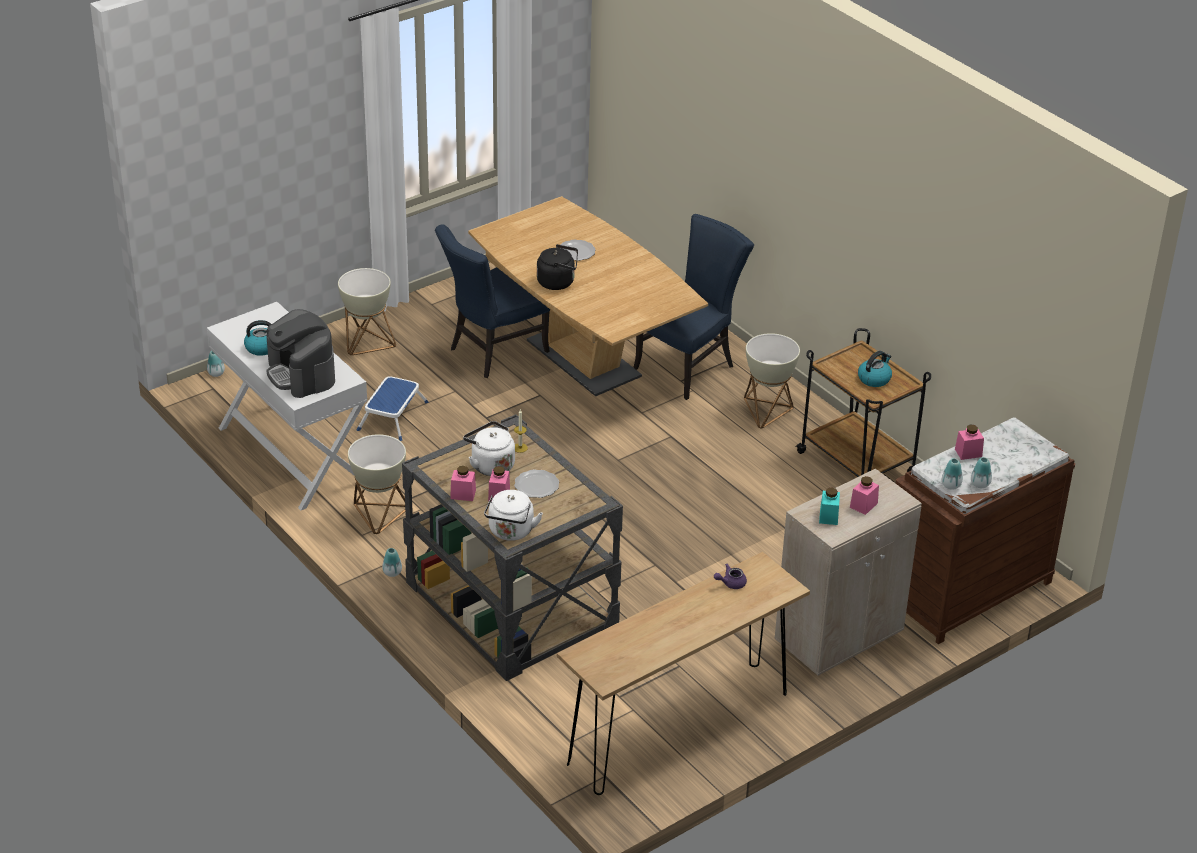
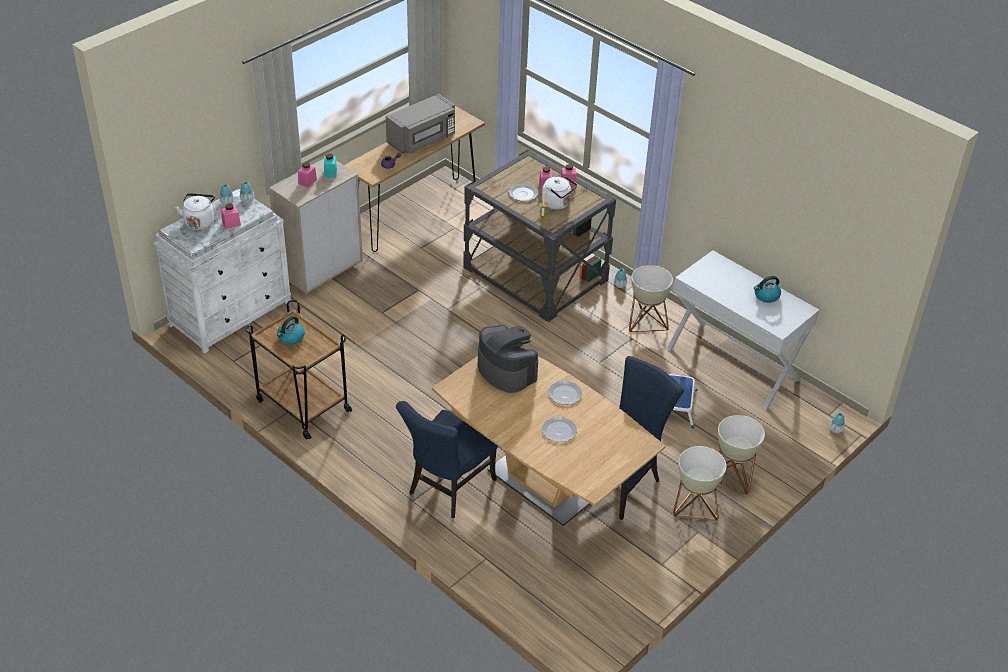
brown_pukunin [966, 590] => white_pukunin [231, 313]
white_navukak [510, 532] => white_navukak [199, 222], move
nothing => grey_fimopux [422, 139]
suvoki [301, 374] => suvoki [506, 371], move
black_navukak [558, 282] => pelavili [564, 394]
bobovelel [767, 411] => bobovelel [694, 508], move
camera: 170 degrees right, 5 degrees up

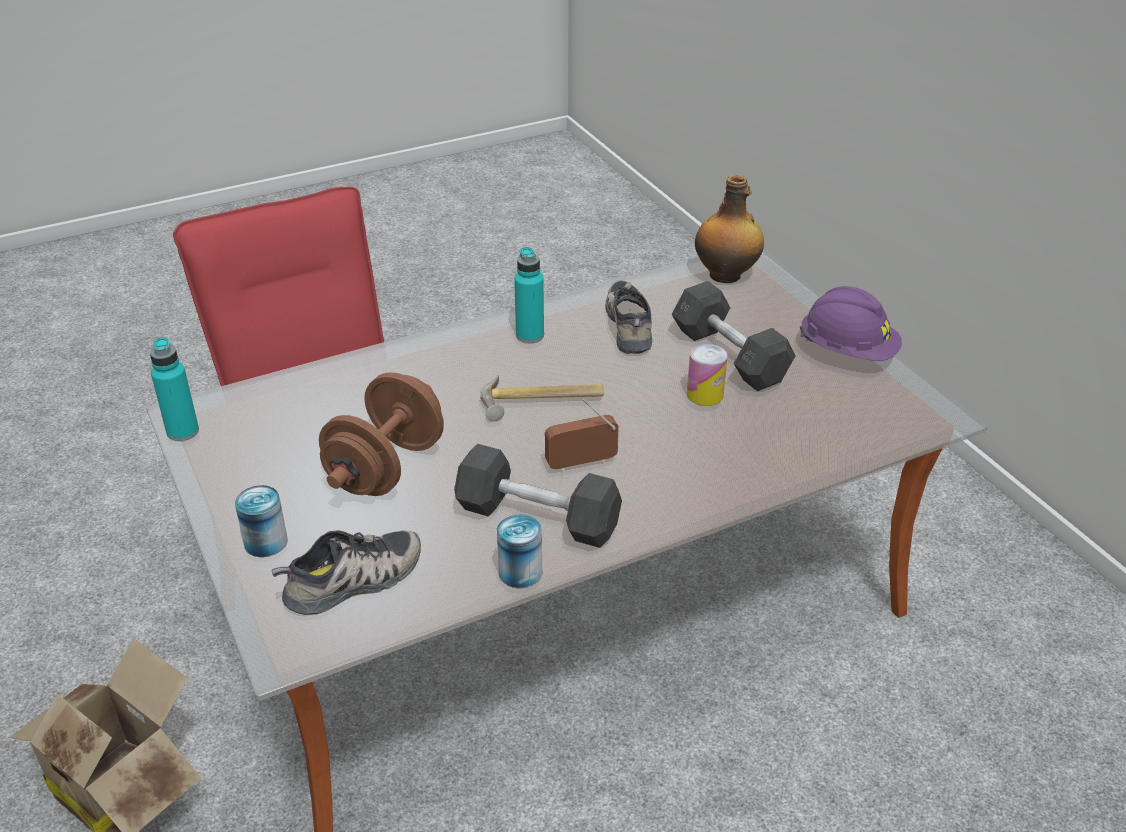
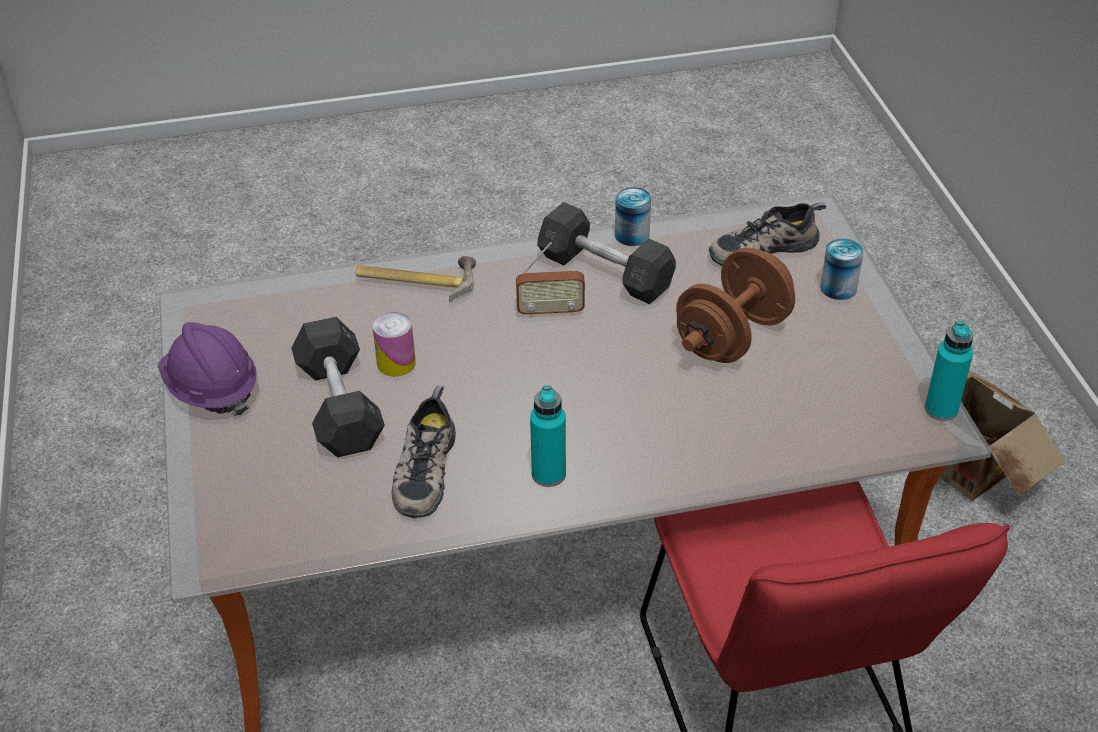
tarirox [542, 402] => tarirox [417, 280], move
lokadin [726, 275] => nothing
camera: 165 degrees left, 5 degrees up

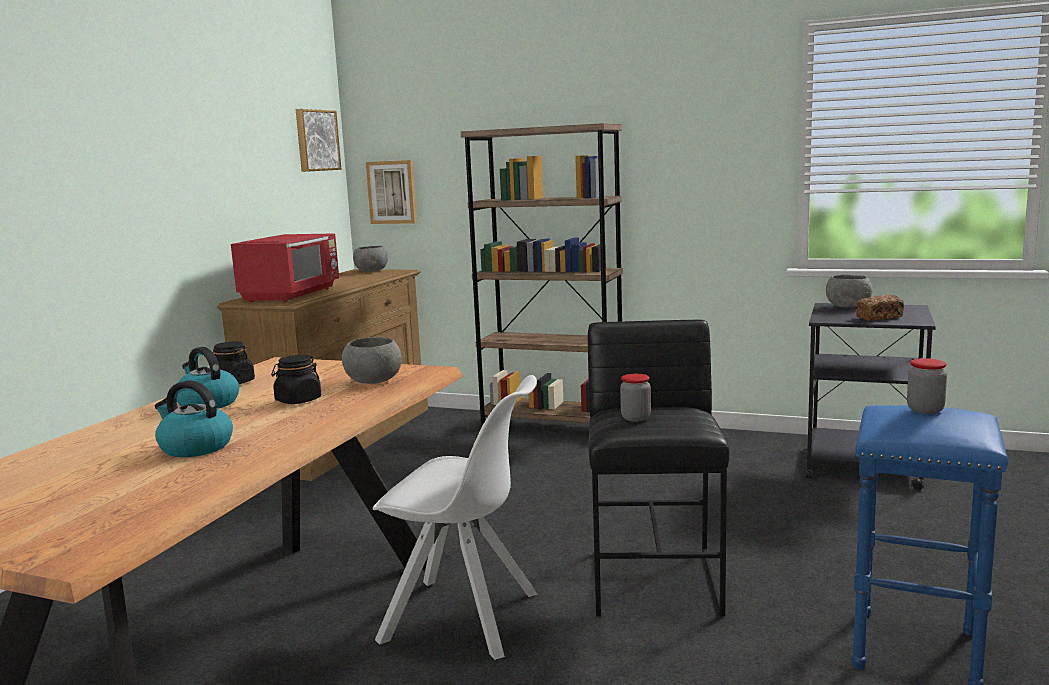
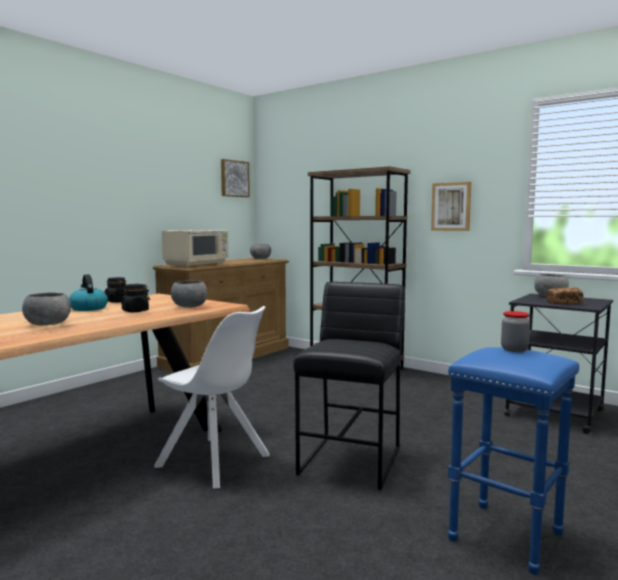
navukak [195, 447] => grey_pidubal [48, 324]
red_fimopux [292, 294] => beige_fimopux [197, 264]
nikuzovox [392, 192] => nikuzovox [451, 206], move
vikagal [635, 418] => nothing
camera: 15 degrees right, 5 degrees down

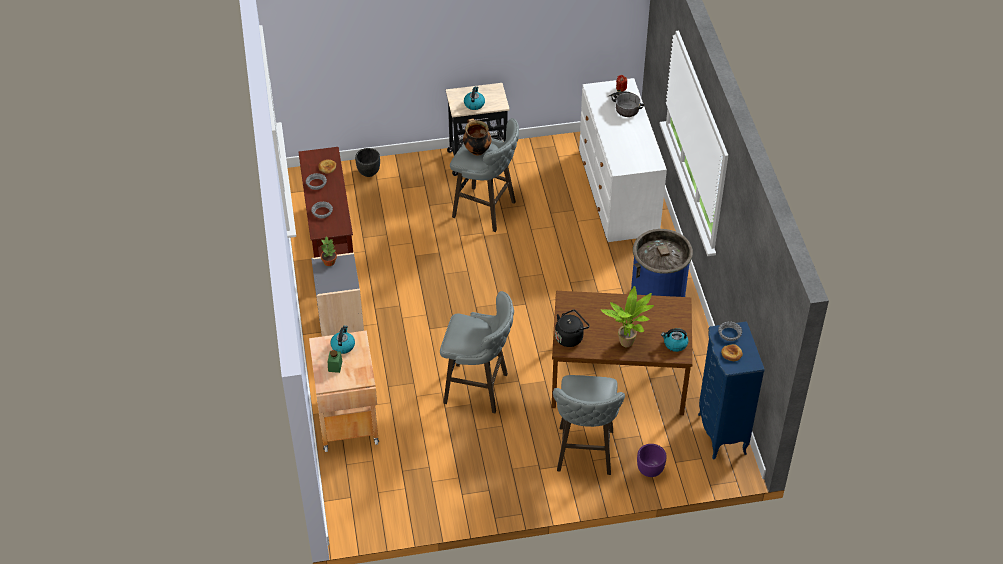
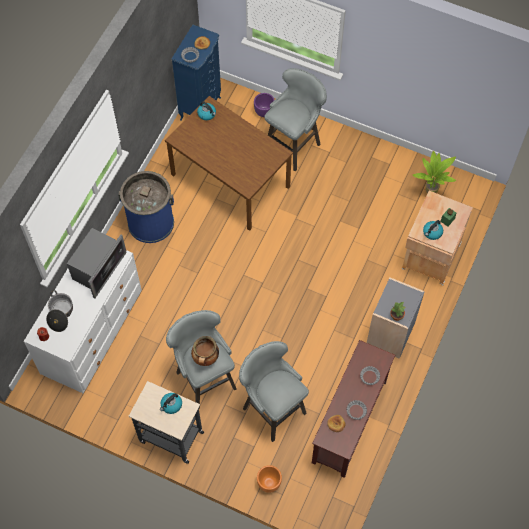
nothing => fimopux [98, 268]
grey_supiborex [479, 389] => grey_supiborex [272, 409], move
black_bobovelel [368, 172] => orange_bobovelel [269, 483]
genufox [628, 344] => genufox [430, 190], move
black_navukak [570, 337] => nothing
camera: 145 degrees left, 15 degrees up

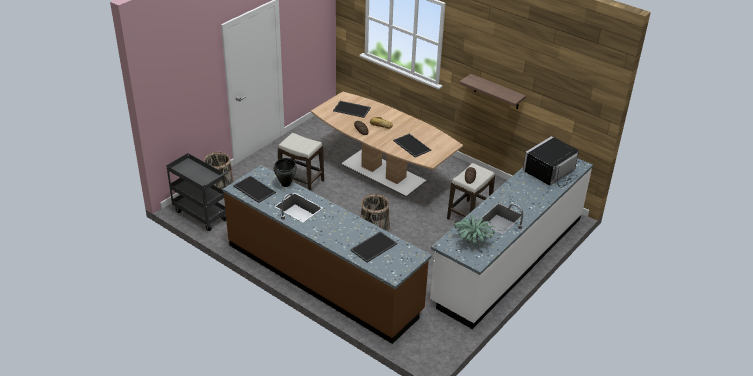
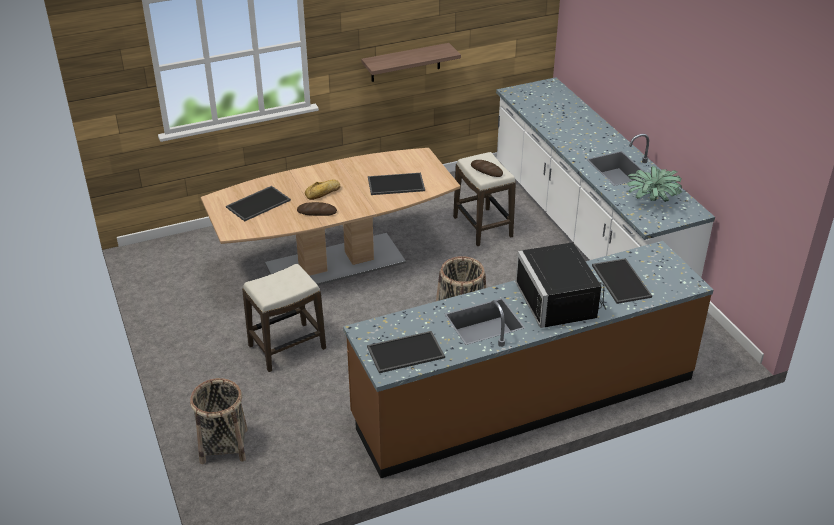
black_fimopux [551, 173] => black_fimopux [561, 301], move
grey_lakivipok [202, 216] => nothing
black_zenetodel [286, 184] => nothing
camera: 60 degrees left, 0 degrees up

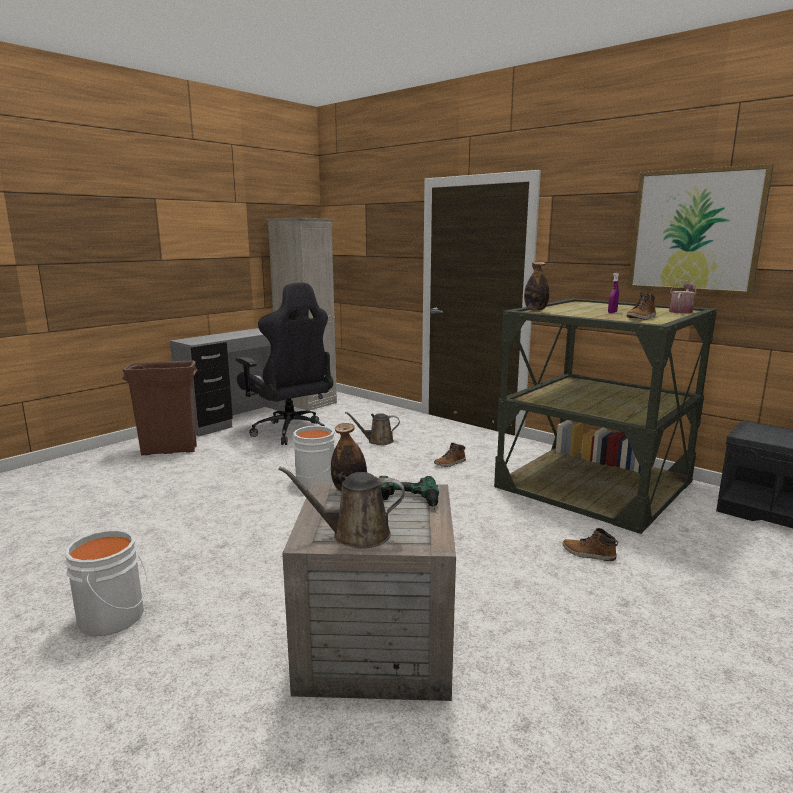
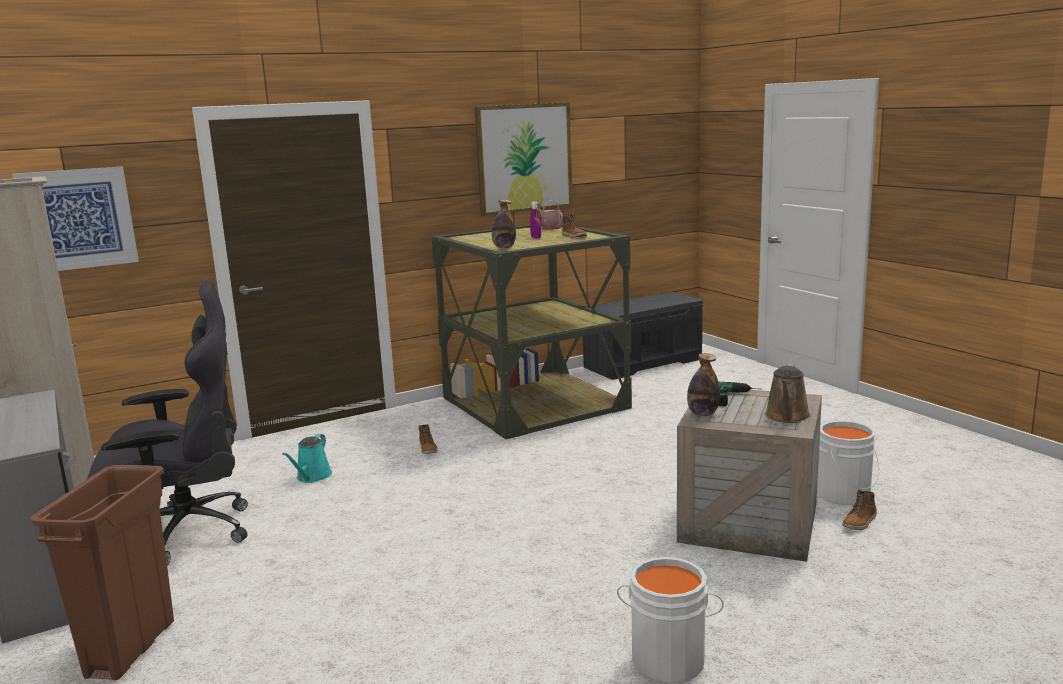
nothing => nikuzovox [77, 219]
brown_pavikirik [378, 441] => turquoise_pavikirik [312, 477]
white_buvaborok [314, 482] => white_buvaborok [845, 495], move
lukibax [588, 554] => lukibax [860, 522], move
camera: 70 degrees left, 0 degrees up

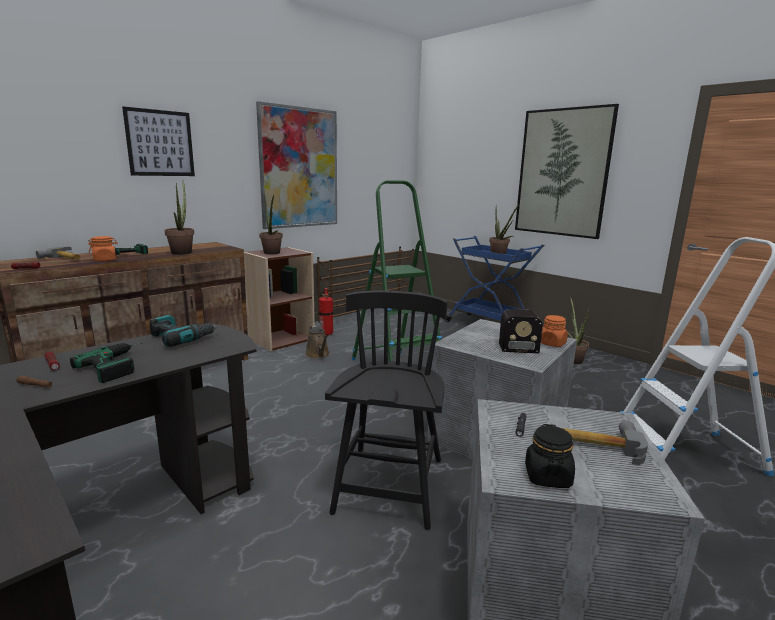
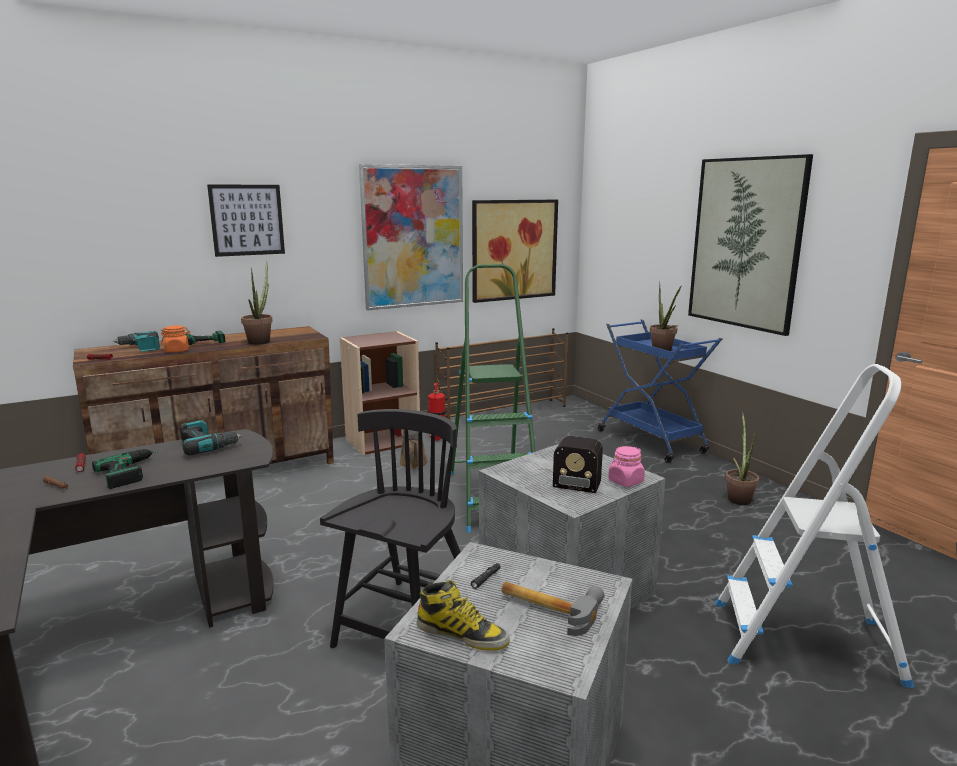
tarirox [63, 259] => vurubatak [140, 348]
black_vikagal [548, 477] => lukibax [462, 634]
nothing => nikuzovox [514, 250]
orange_vikagal [552, 343] => pink_vikagal [625, 481]
genufox [272, 253] => nothing
camera: 15 degrees right, 0 degrees up

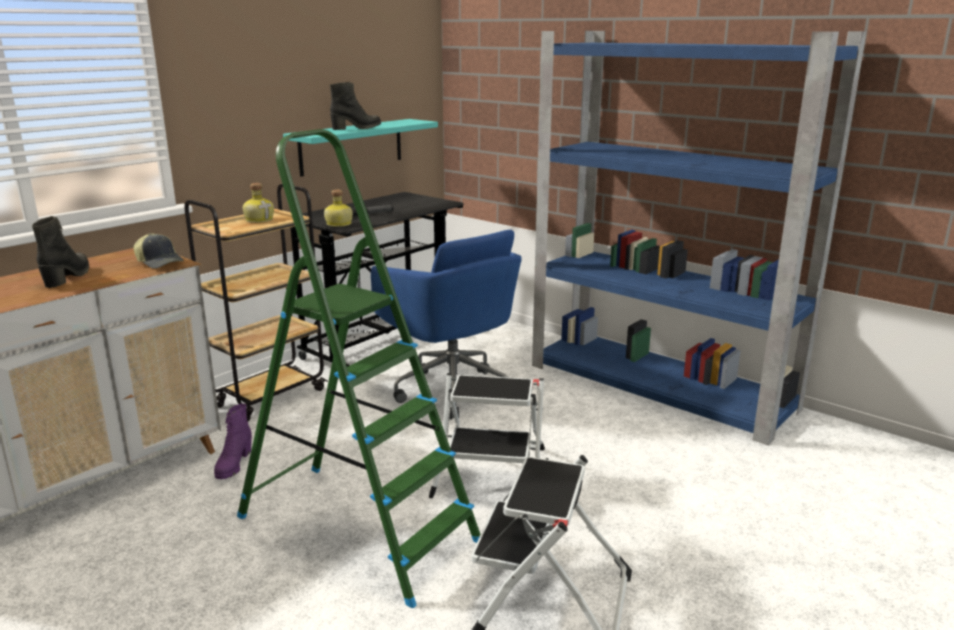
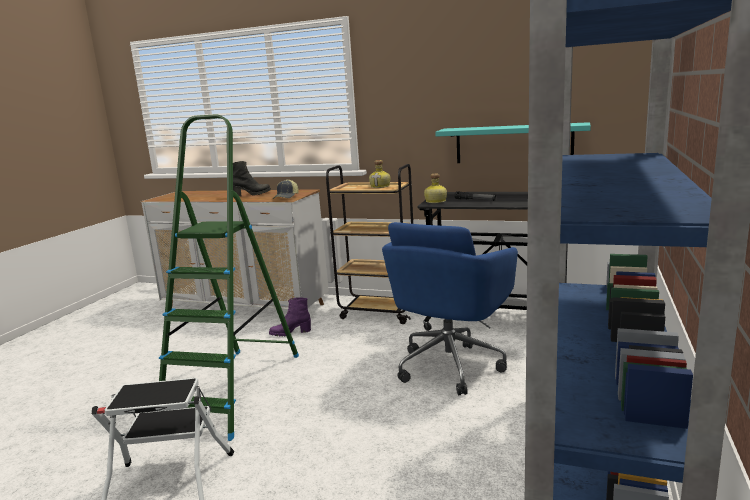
black_lukibax [357, 128] => nothing
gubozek [492, 473] => nothing
camera: 70 degrees right, 5 degrees down

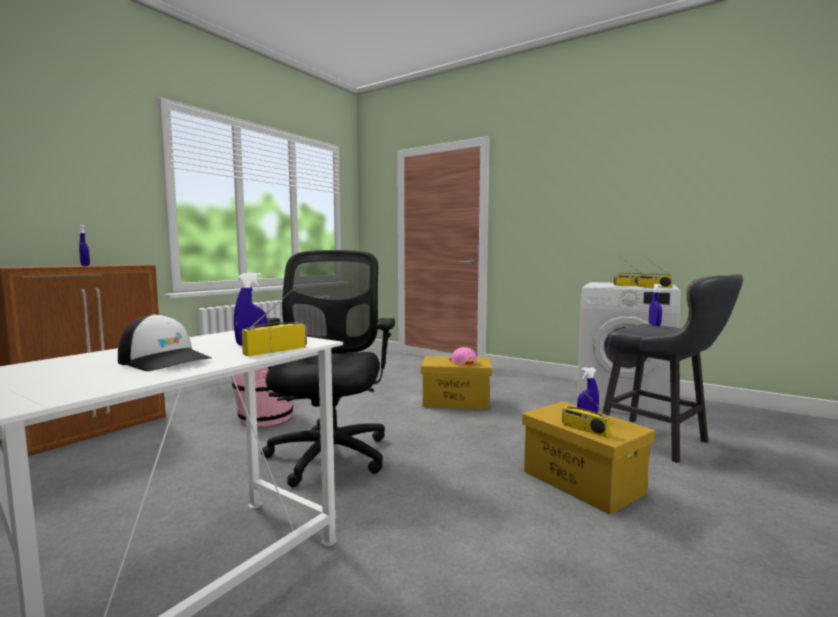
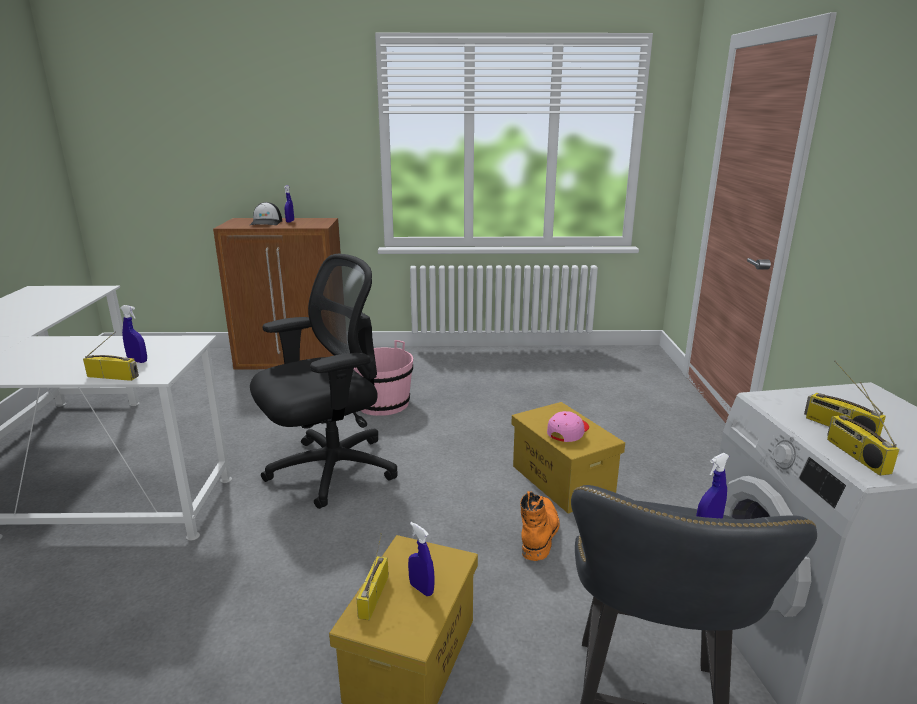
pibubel [165, 360] => pibubel [266, 223], move
nothing => orange_lukibax [539, 533]
camera: 55 degrees right, 15 degrees up

